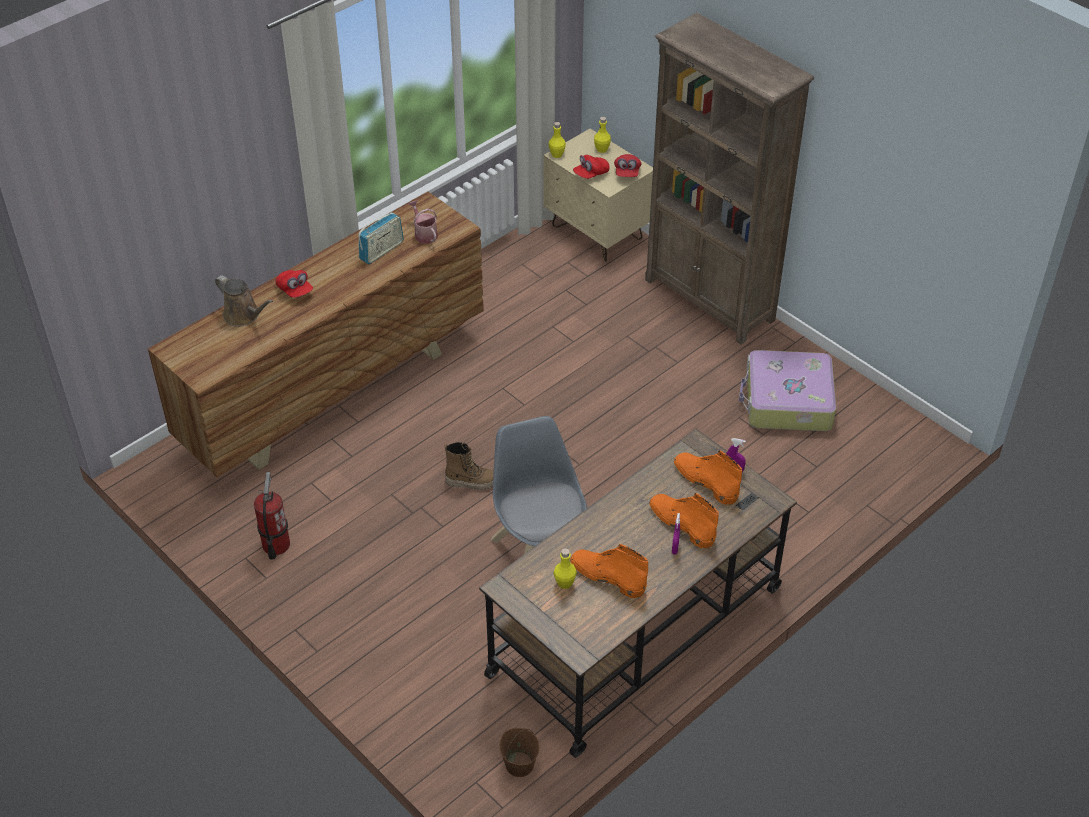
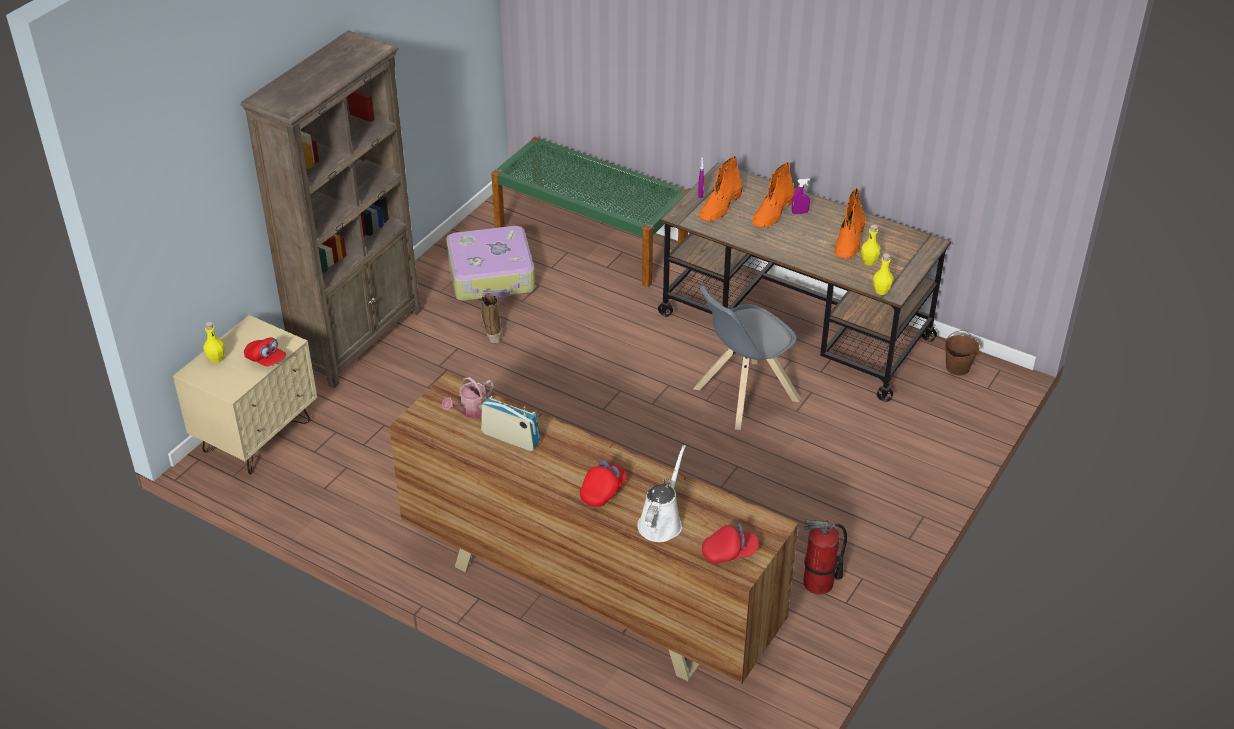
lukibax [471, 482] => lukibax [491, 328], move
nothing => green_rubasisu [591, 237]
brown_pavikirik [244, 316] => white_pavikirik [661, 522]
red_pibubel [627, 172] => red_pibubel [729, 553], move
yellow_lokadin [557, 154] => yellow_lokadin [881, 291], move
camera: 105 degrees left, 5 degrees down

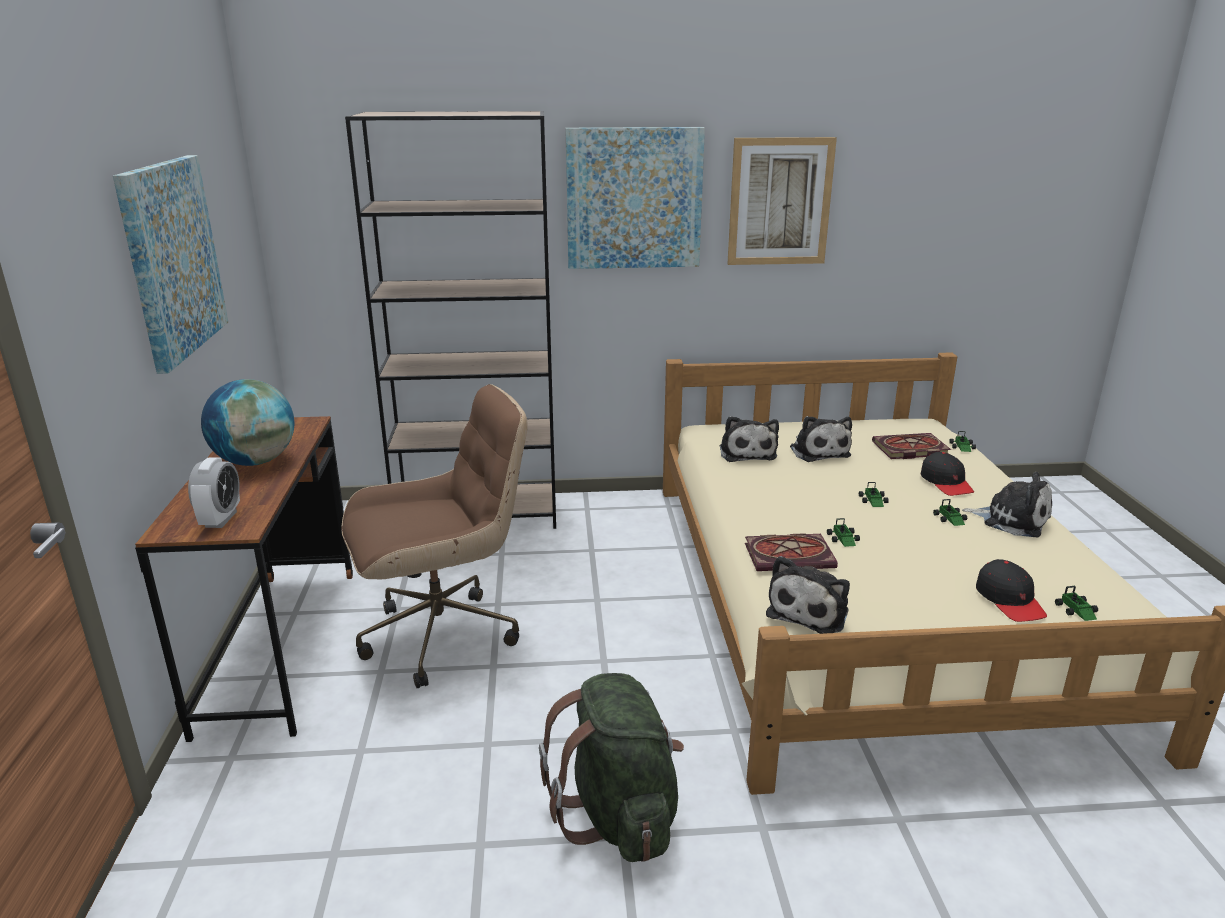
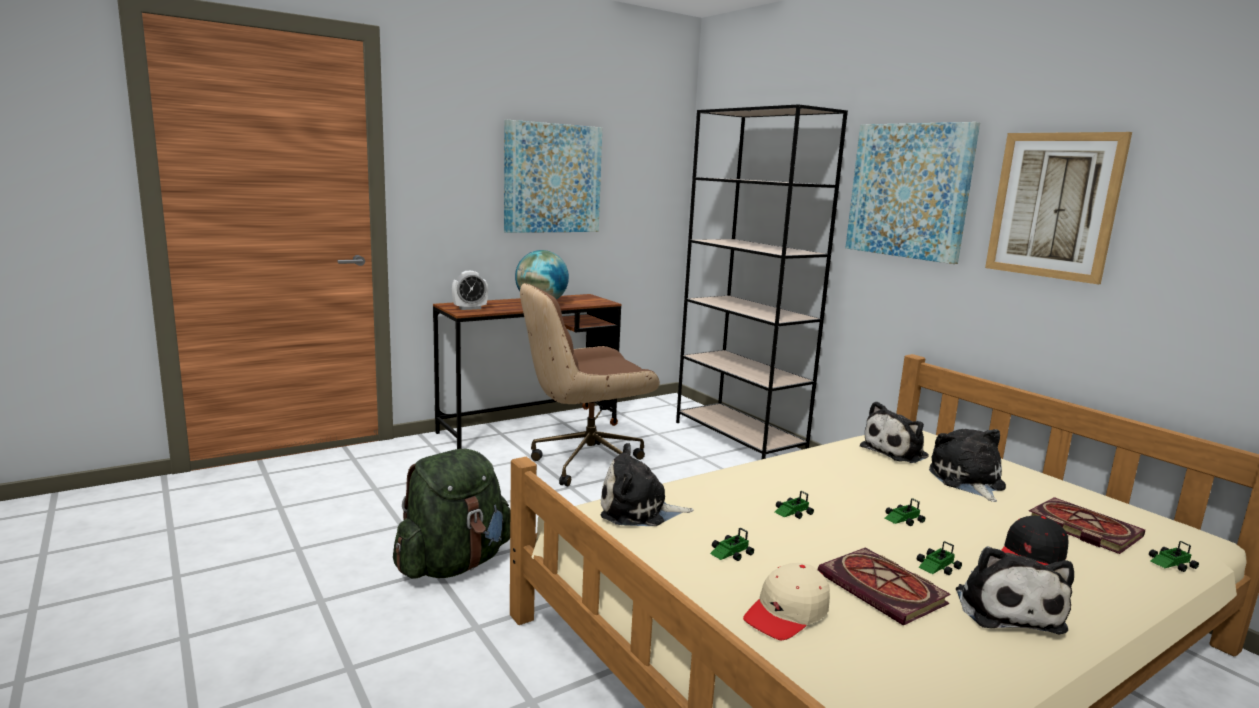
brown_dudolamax [445, 636] => brown_dudolamax [585, 465], 120 degrees clockwise
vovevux [1078, 610] => vovevux [729, 552], move
black_pibubel [1009, 600] => beige_pibubel [787, 613]
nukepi [791, 555] => nukepi [885, 590], move
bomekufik [818, 451] => bomekufik [967, 481], 135 degrees clockwise
camera: 60 degrees right, 10 degrees down

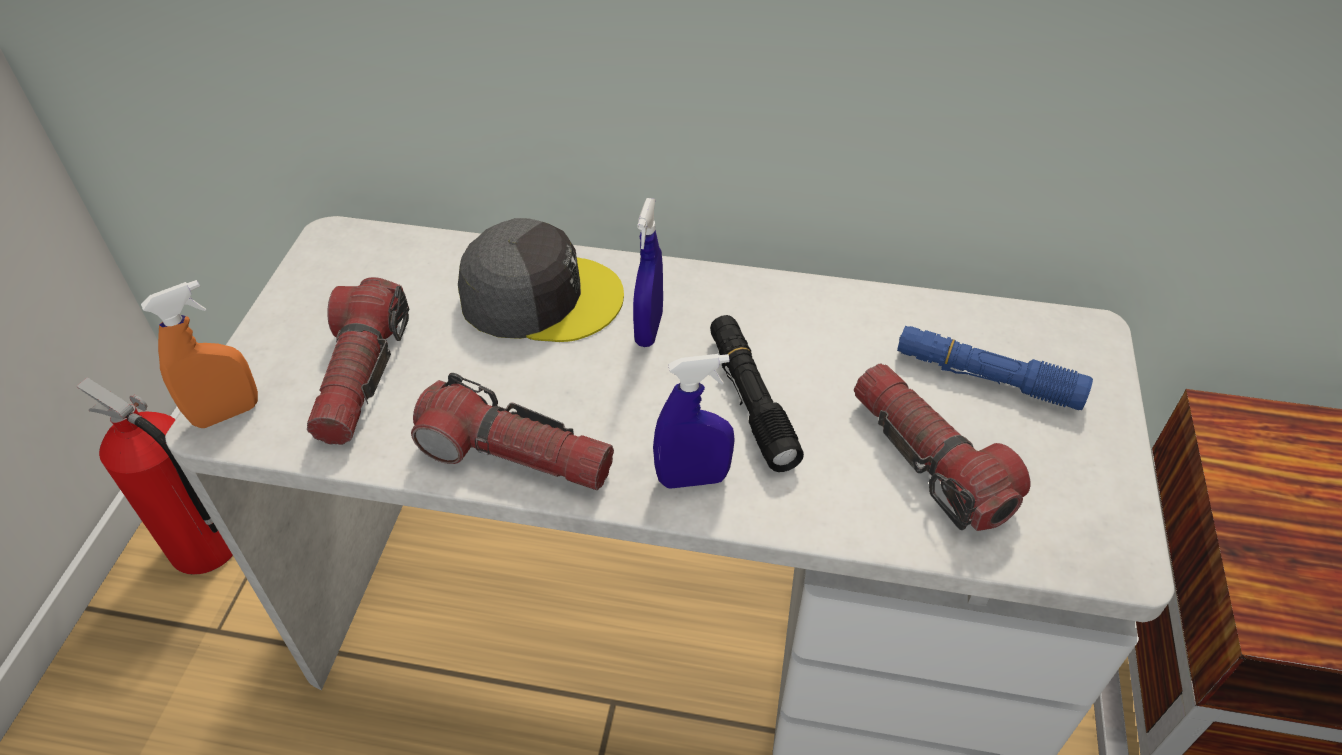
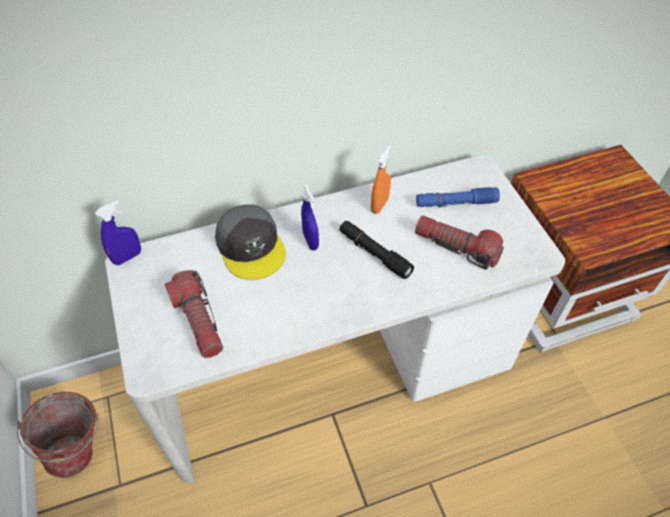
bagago [205, 547] => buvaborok [81, 450]
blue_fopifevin [693, 479] => blue_fopifevin [127, 257], move
grey_pibubel [540, 296] => grey_pibubel [251, 246], 90 degrees clockwise
orange_fopifevin [227, 413] => orange_fopifevin [379, 205], move
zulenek [515, 455] => nothing
camera: 30 degrees left, 5 degrees up

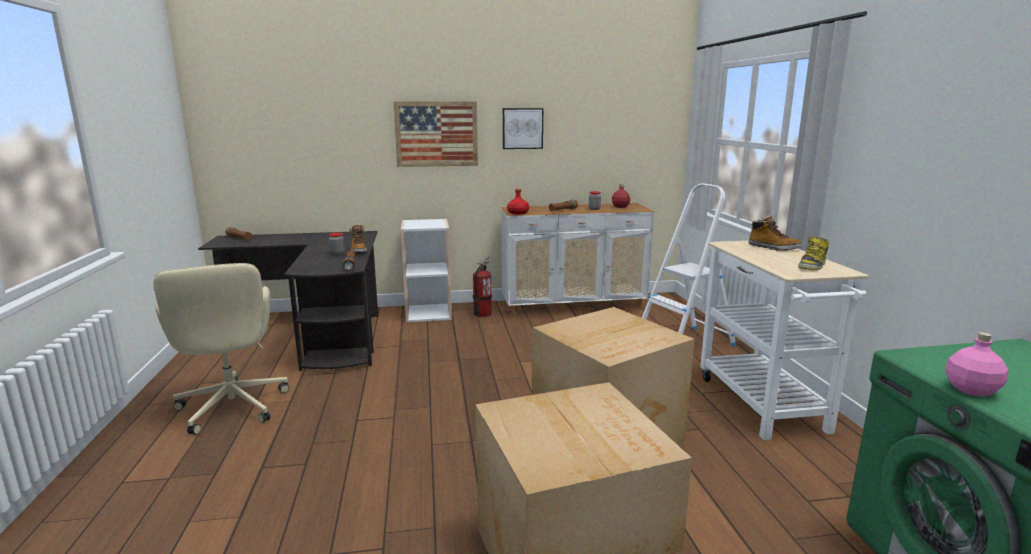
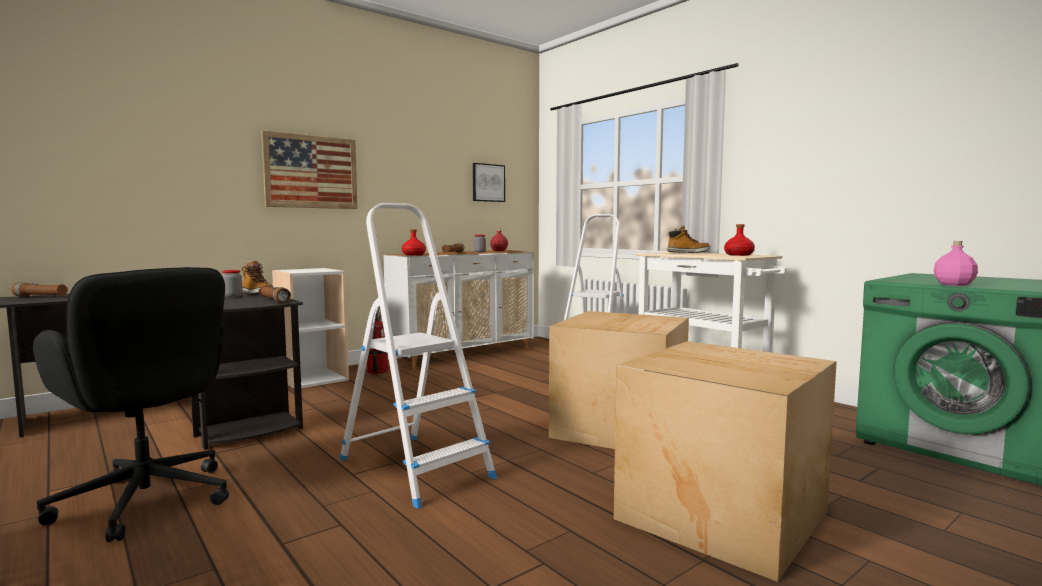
beige_dudolamax [232, 407] => black_dudolamax [145, 501]
nothing => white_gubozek [416, 468]
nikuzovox [522, 128] => nikuzovox [488, 183], move
lukibax [812, 266] => red_lokadin [739, 255]
camera: 30 degrees left, 10 degrees down

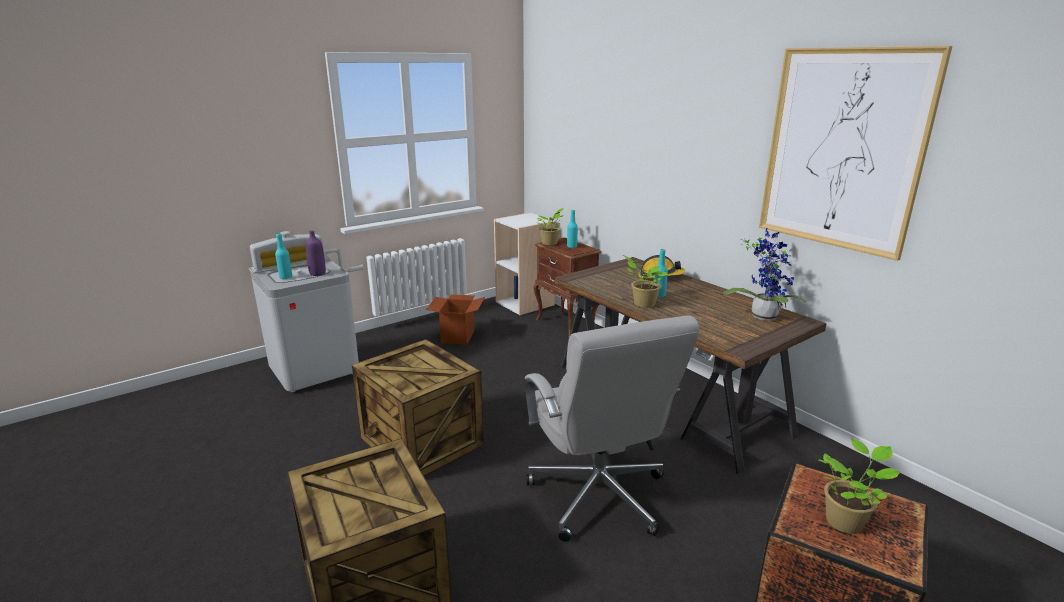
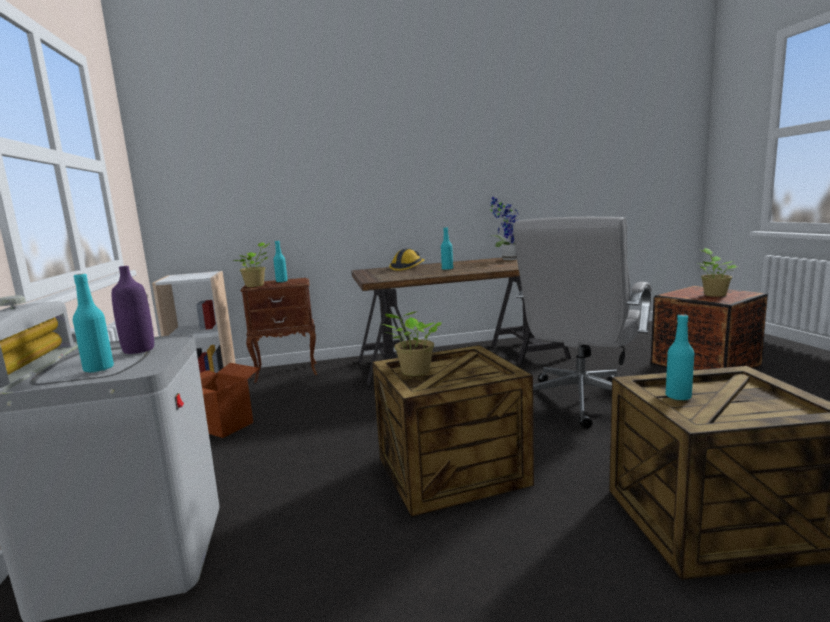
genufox [642, 304] => genufox [414, 372], move
grey_dudolamax [598, 493] => grey_dudolamax [581, 400], 120 degrees clockwise
nothing => turquoise_lokadin [678, 396]
nikuzovox [842, 150] => nothing
camera: 65 degrees left, 10 degrees down

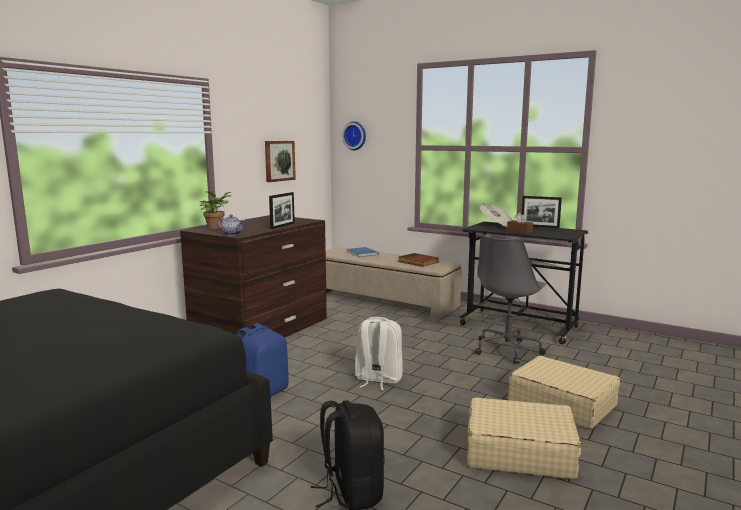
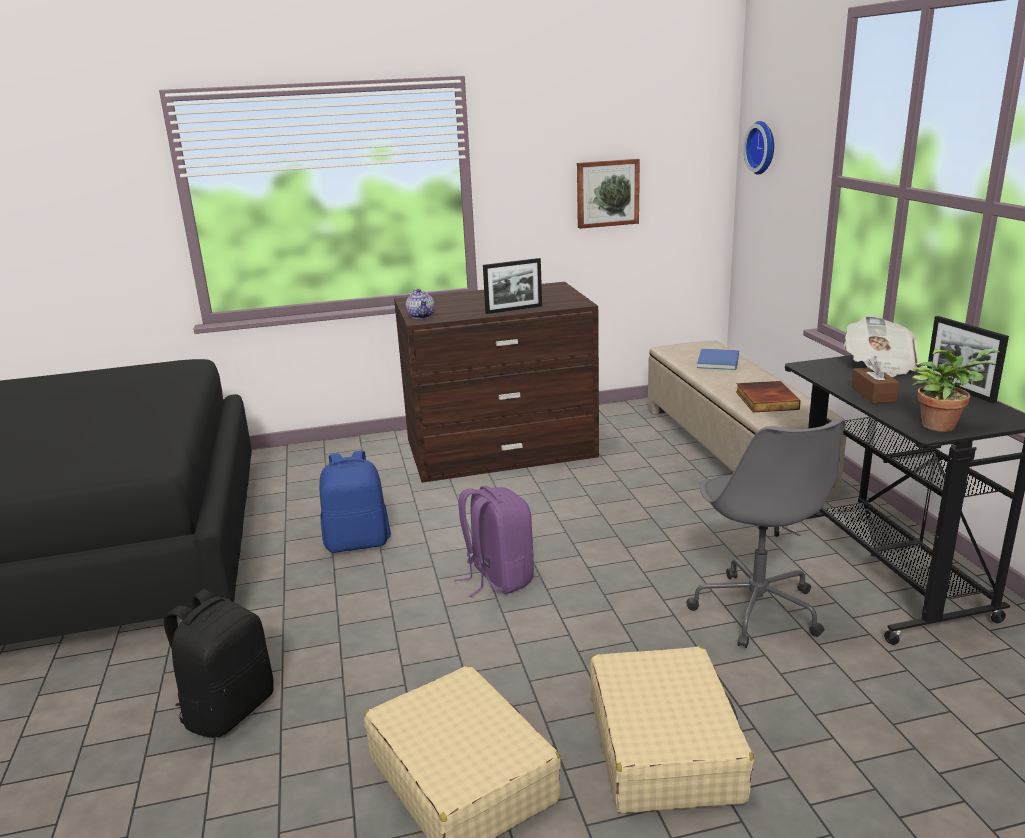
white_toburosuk [378, 379] => purple_toburosuk [497, 578]
grey_dudolamax [506, 351] => grey_dudolamax [758, 612], 90 degrees counterclockwise
genufox [215, 227] => genufox [941, 425], move
camera: 45 degrees right, 10 degrees up

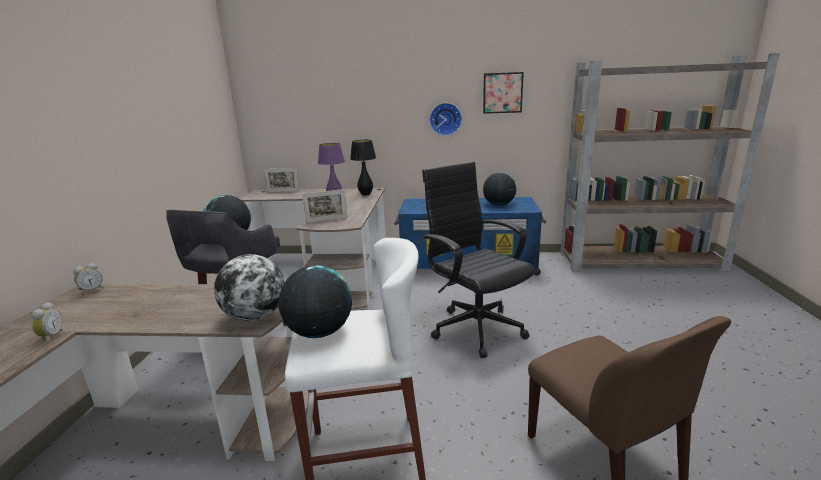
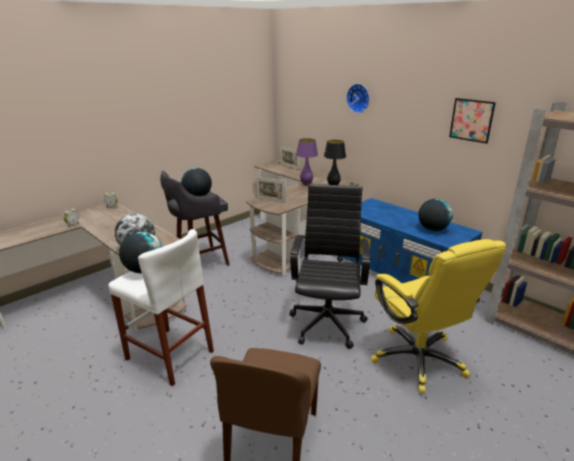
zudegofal [445, 119] => zudegofal [359, 98], move
nothing => yellow_dudolamax [418, 358]
camera: 40 degrees right, 5 degrees up

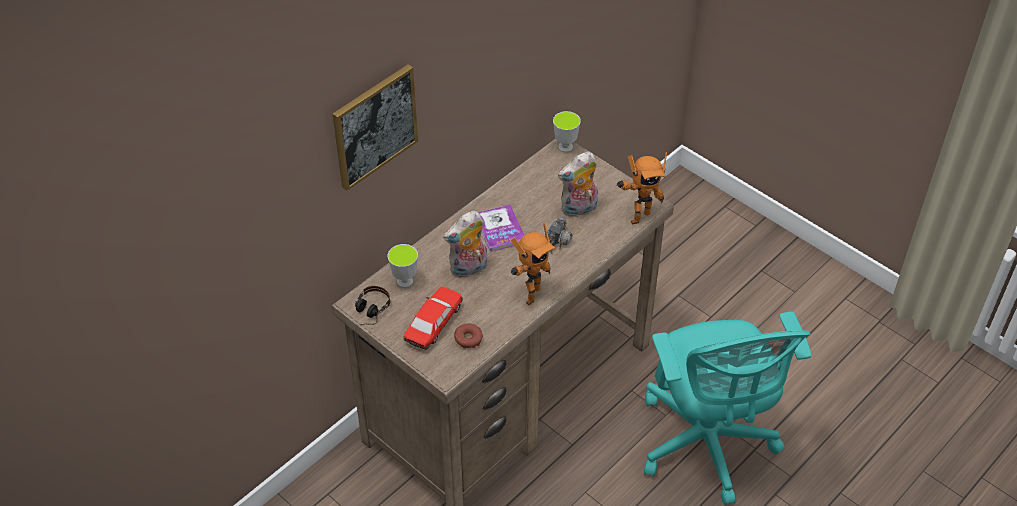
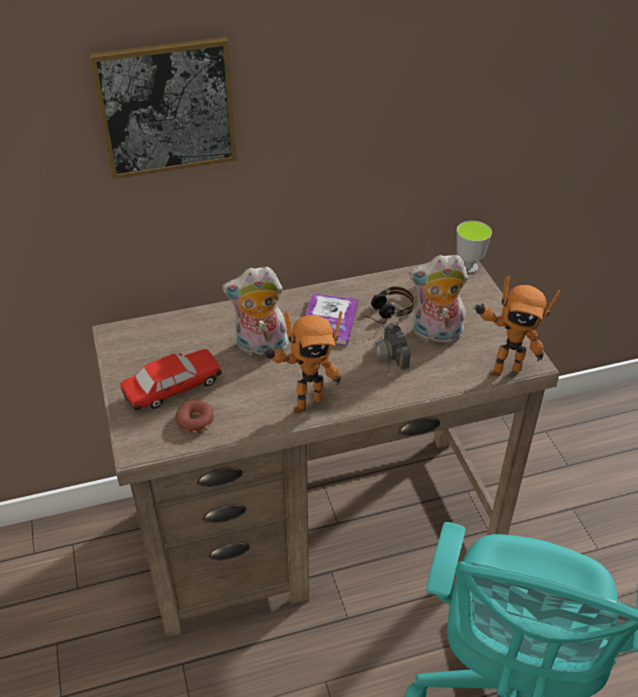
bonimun [369, 312] => bonimun [385, 313], move
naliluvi [561, 239] => naliluvi [390, 358], 105 degrees clockwise
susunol [405, 281] => nothing
camera: 30 degrees right, 5 degrees down

